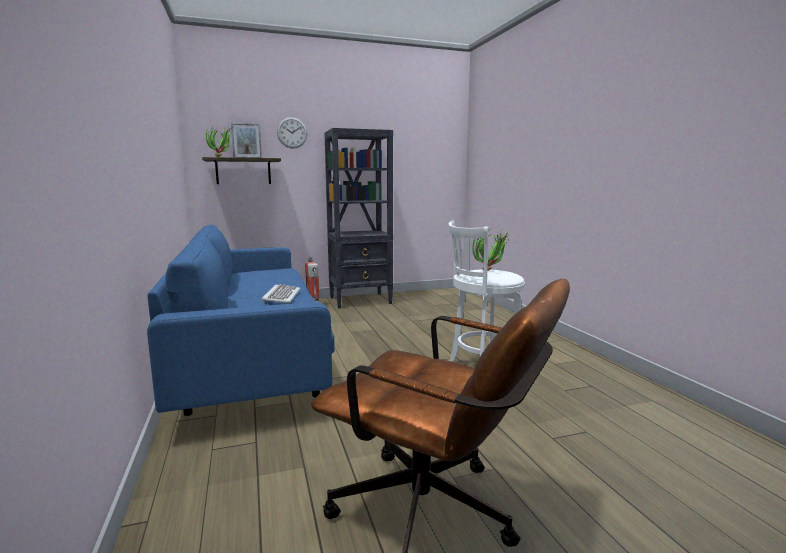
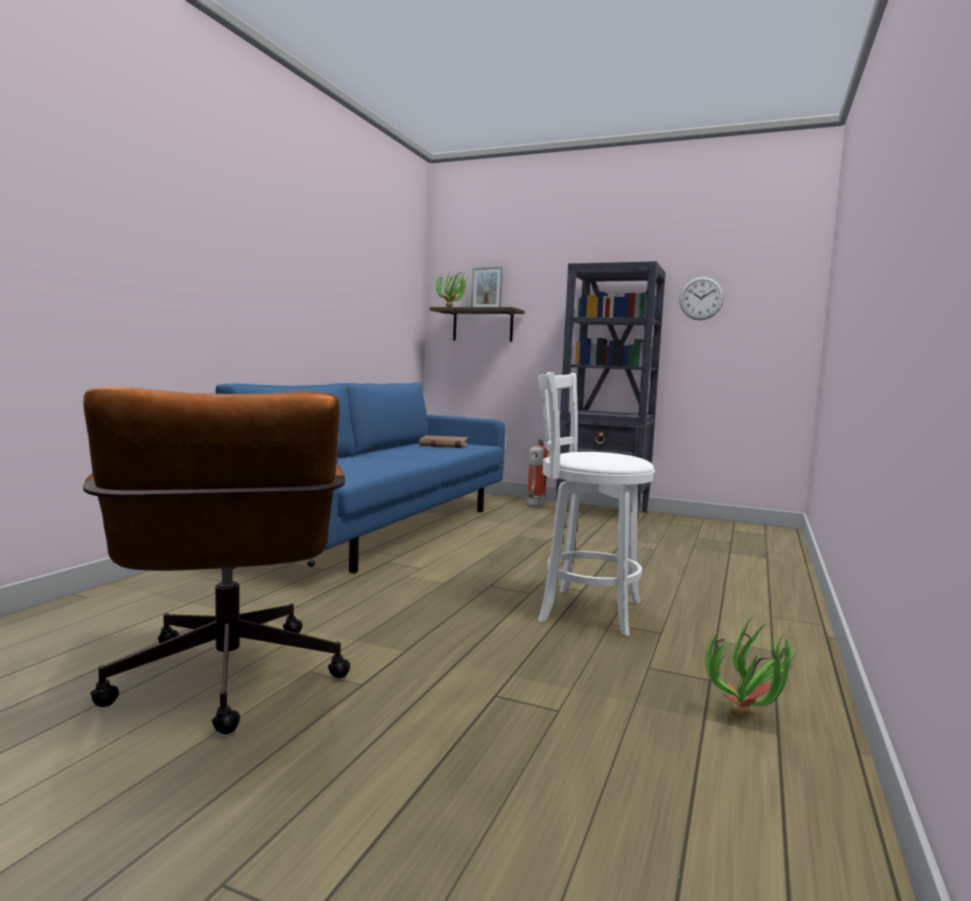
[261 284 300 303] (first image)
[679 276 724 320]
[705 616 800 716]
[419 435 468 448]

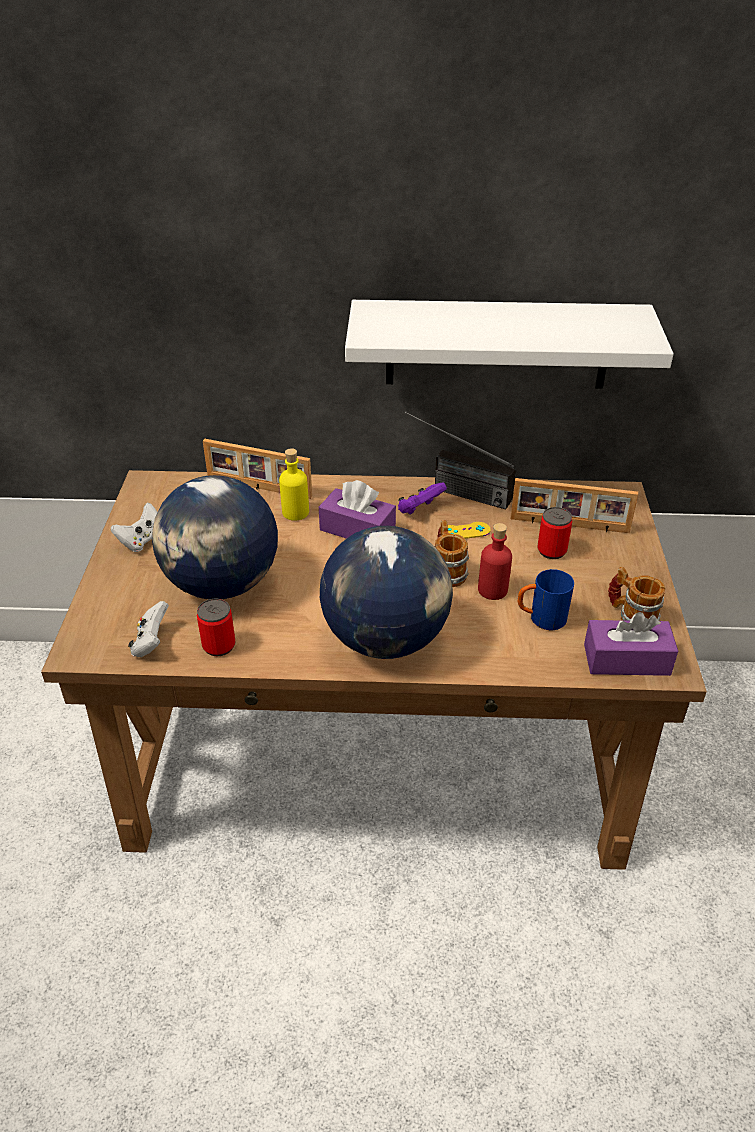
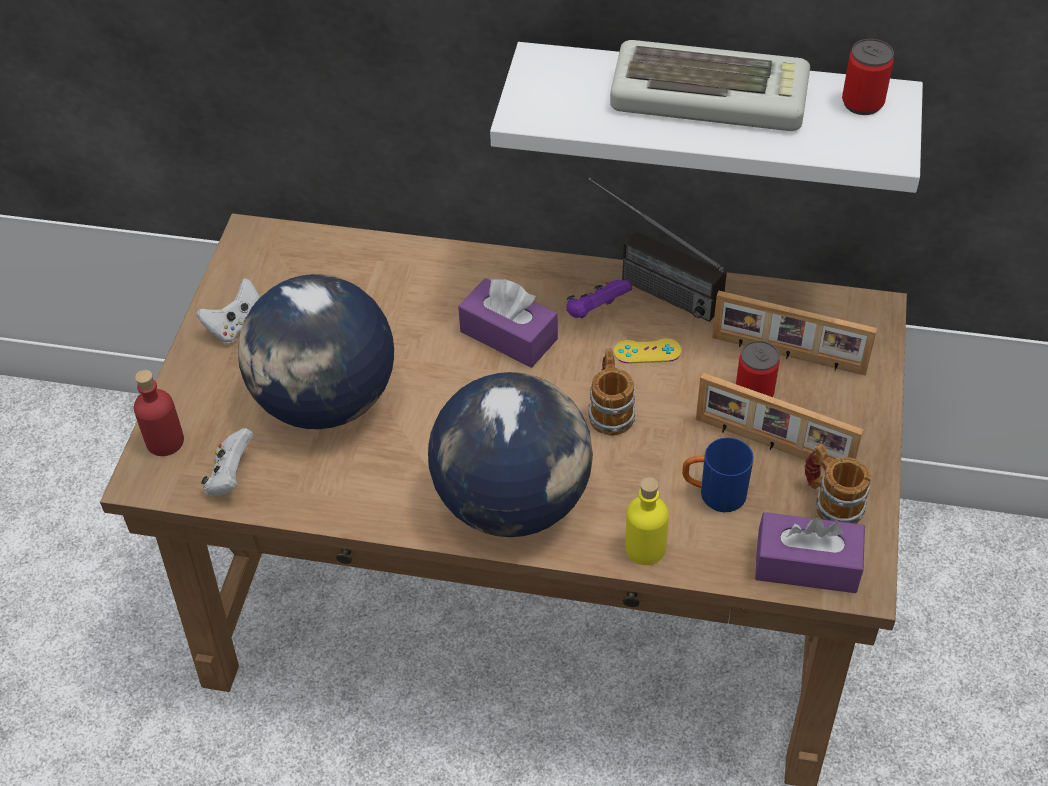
[842 39 894 115]
[696 373 864 460]
[625 477 669 565]
[134 370 184 456]
[610 40 810 131]

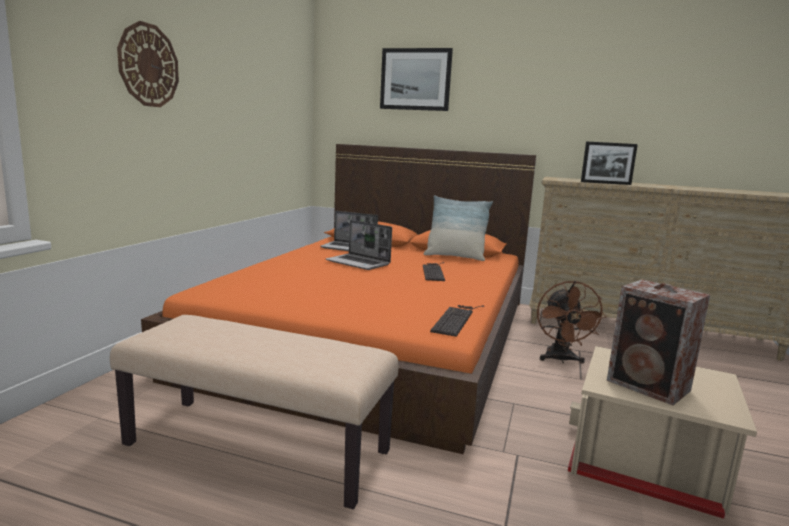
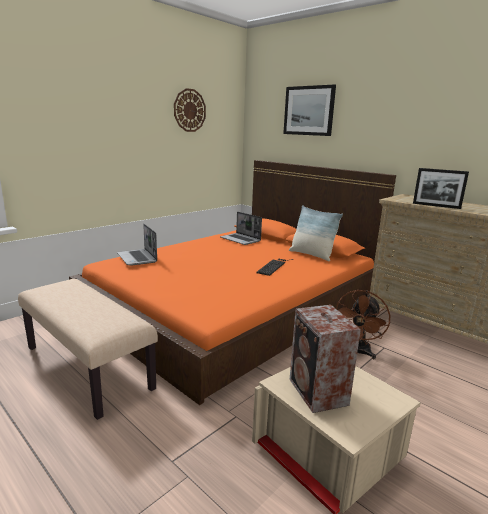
[174 88 206 132]
[117 224 157 266]
[430 305 484 337] (first image)

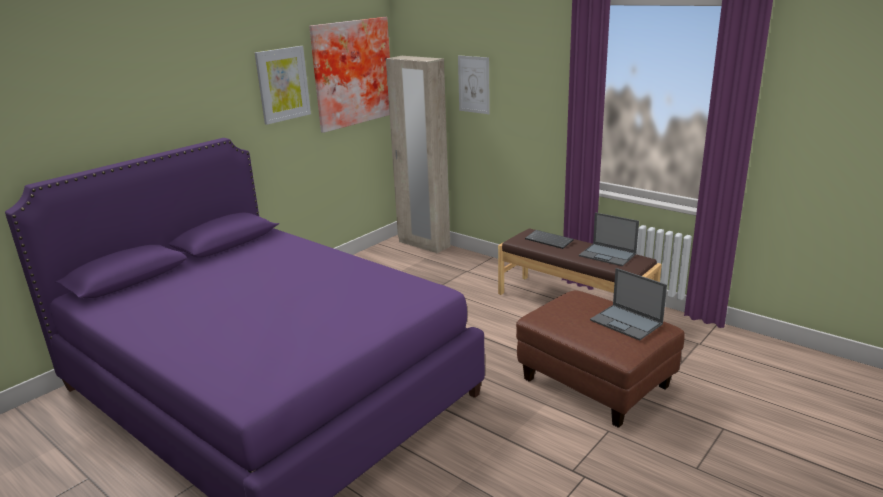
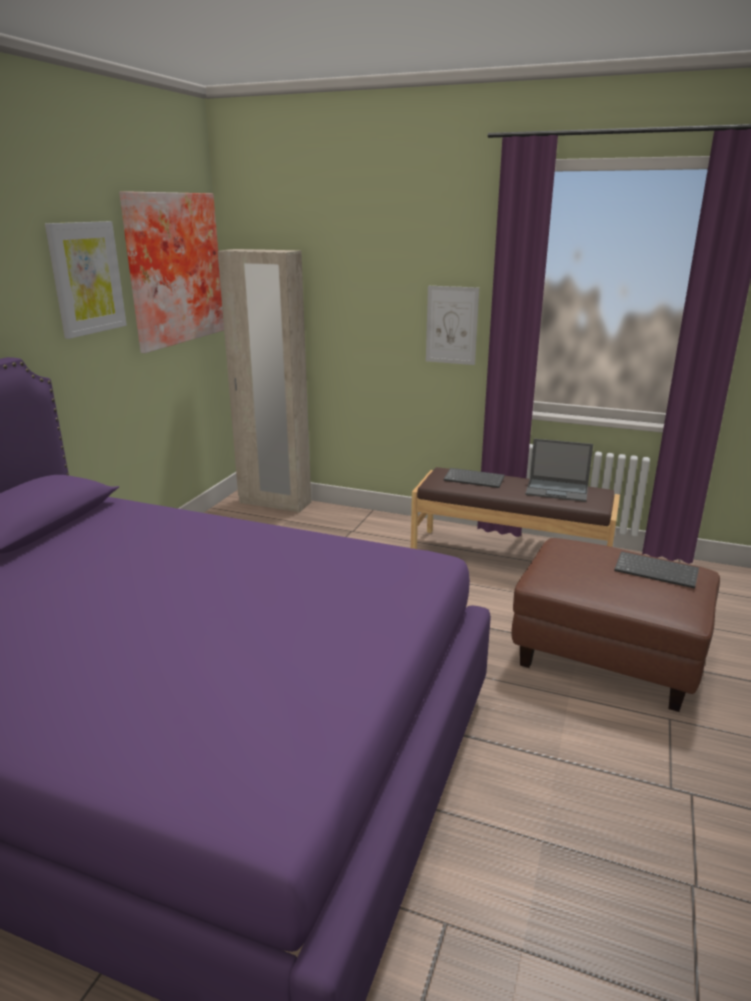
[426 286 479 365]
[614 551 699 589]

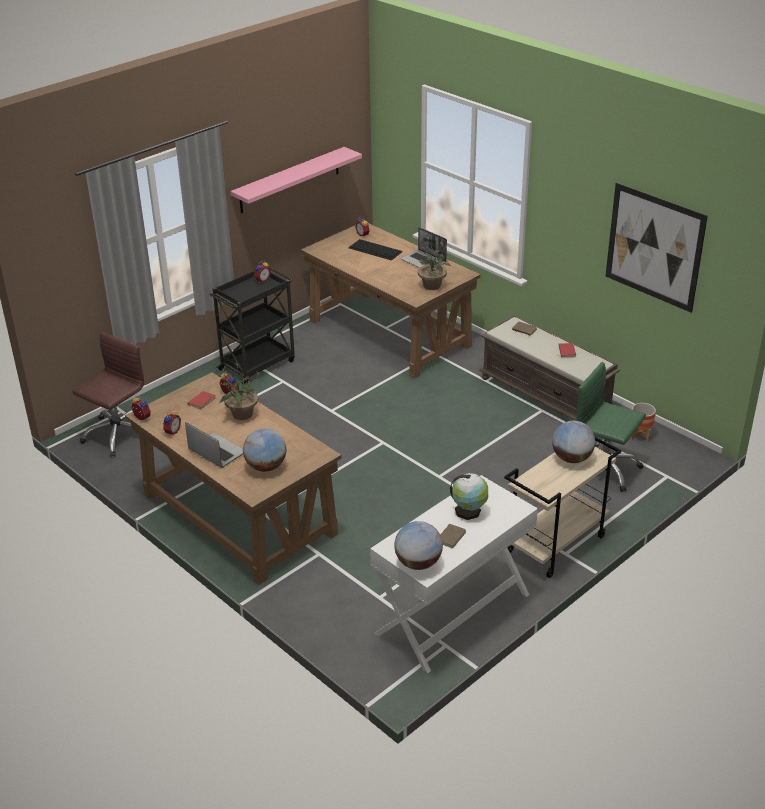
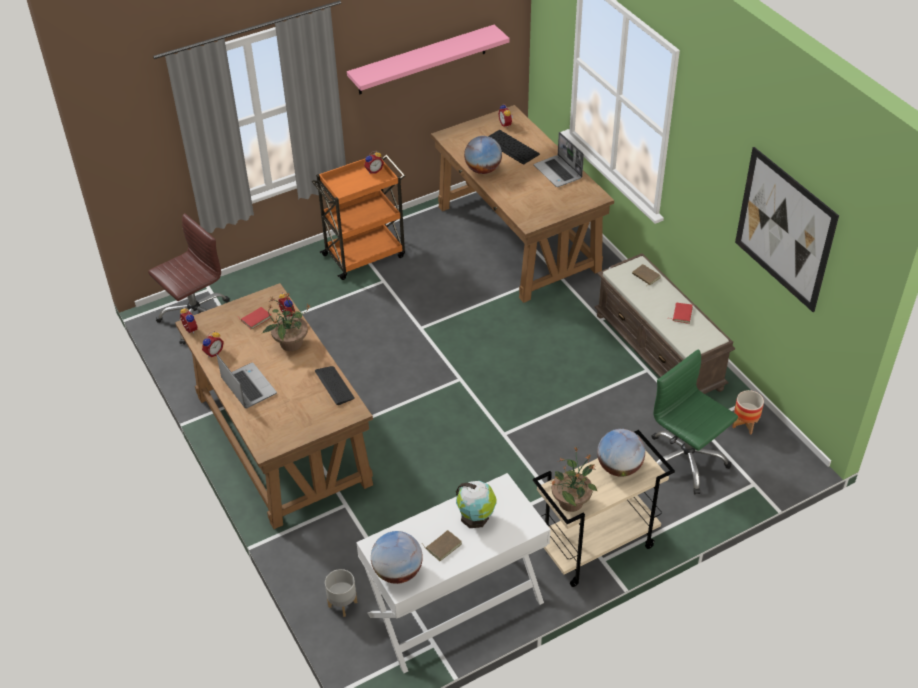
[312 155 405 280]
[464 136 502 174]
[551 446 597 512]
[315 366 355 405]
[325 569 357 617]

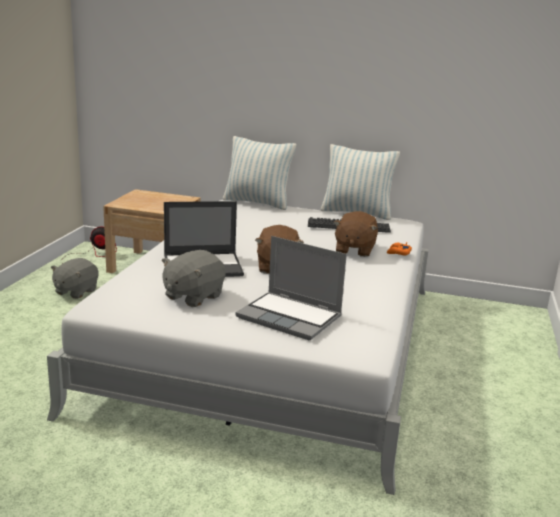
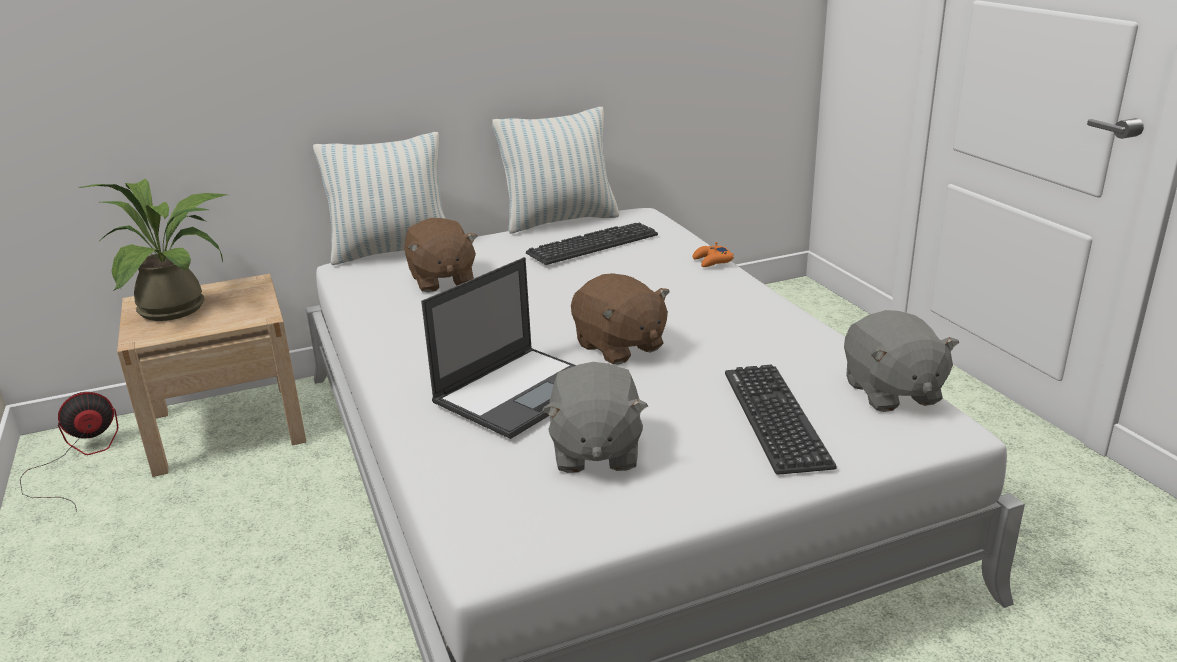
[844 310 959 412]
[725 365 837 475]
[404 218 478 292]
[78 179 227 321]

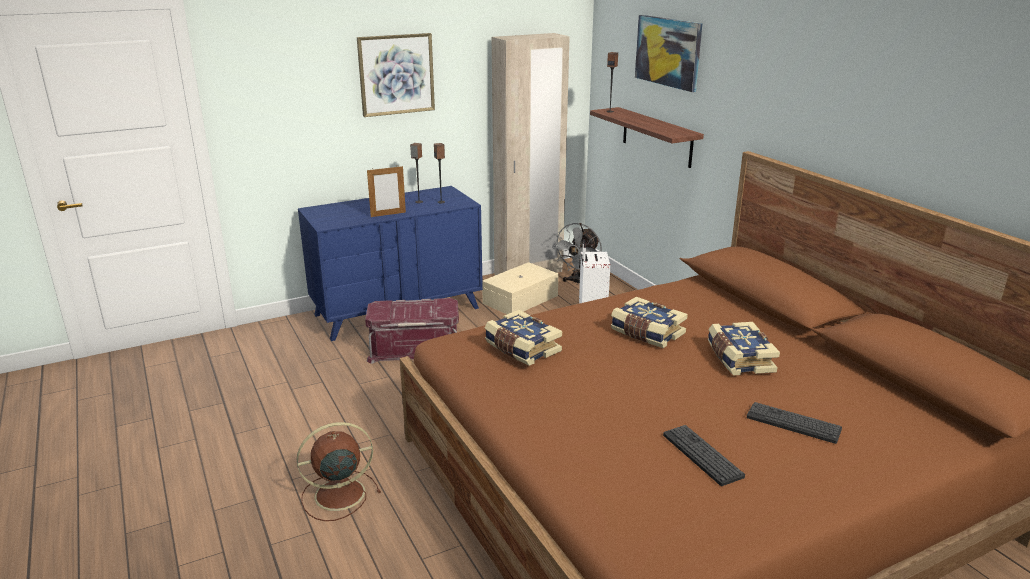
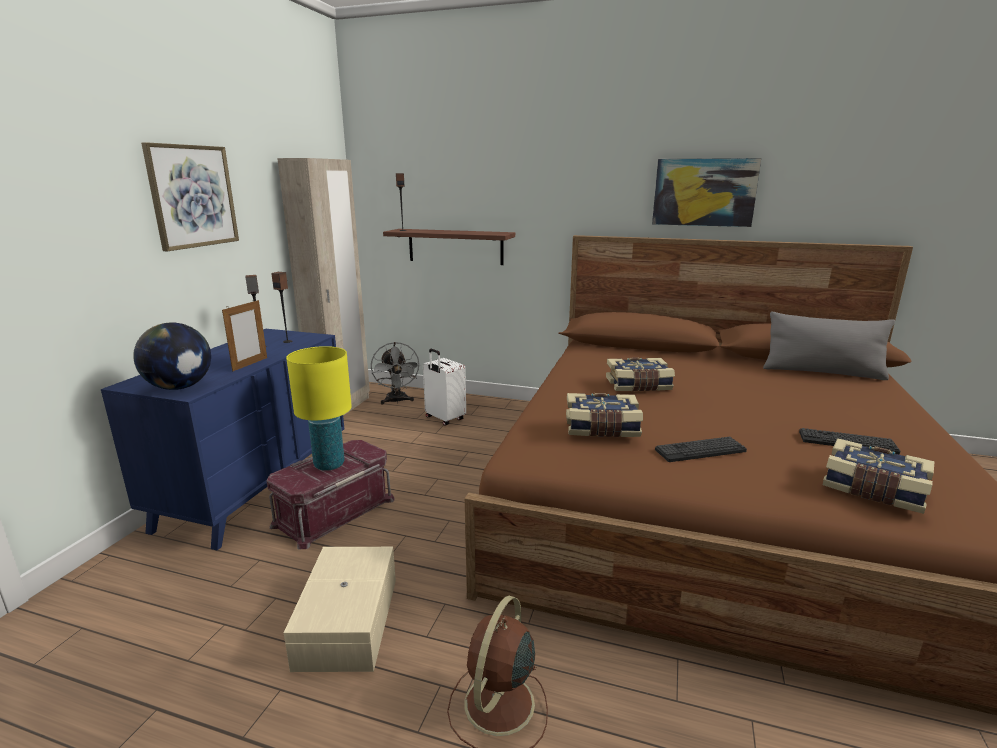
[284 547 396 672]
[652 158 761 227]
[823 438 934 514]
[655 437 747 462]
[133 322 211 390]
[286 346 352 471]
[763 311 895 380]

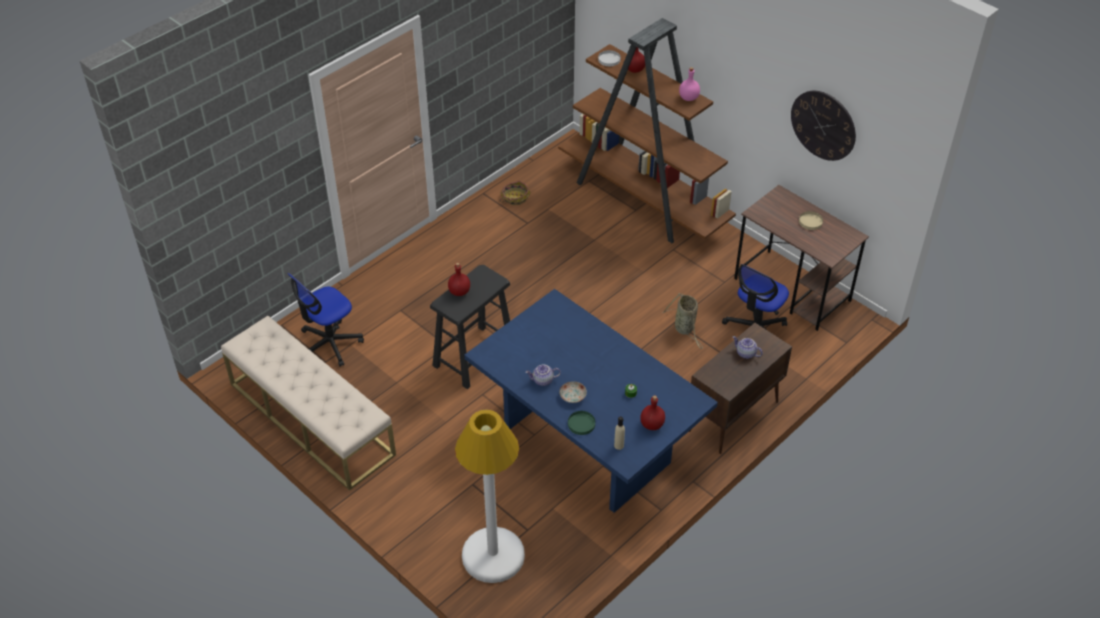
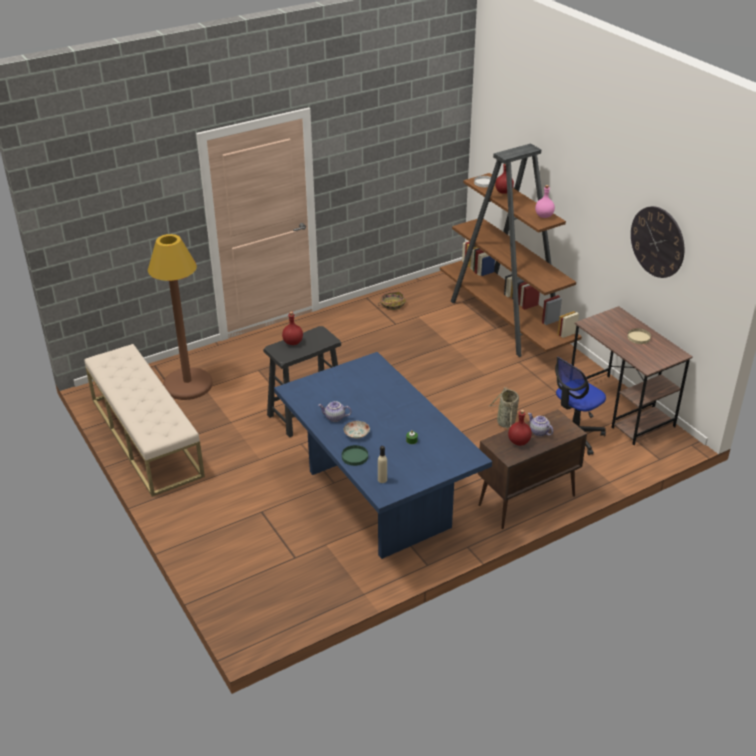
[148 234 213 400]
[455 410 525 583] (first image)
[508 409 532 446]

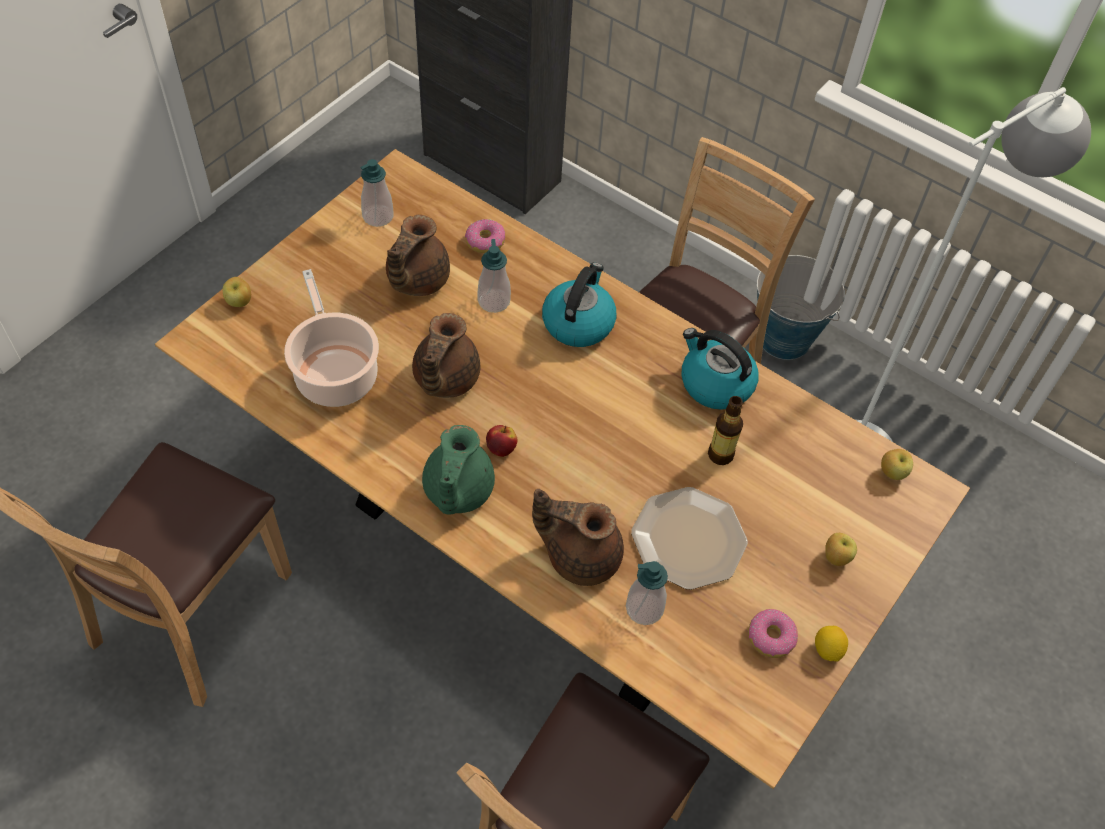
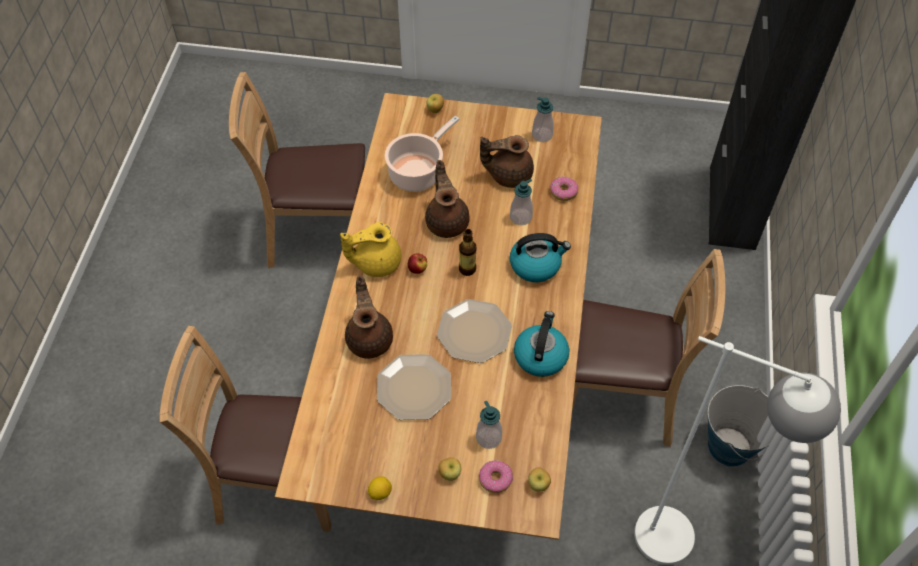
[425 160 469 238]
[340 222 401 277]
[476 401 502 449]
[459 229 477 276]
[479 460 513 493]
[437 299 512 363]

